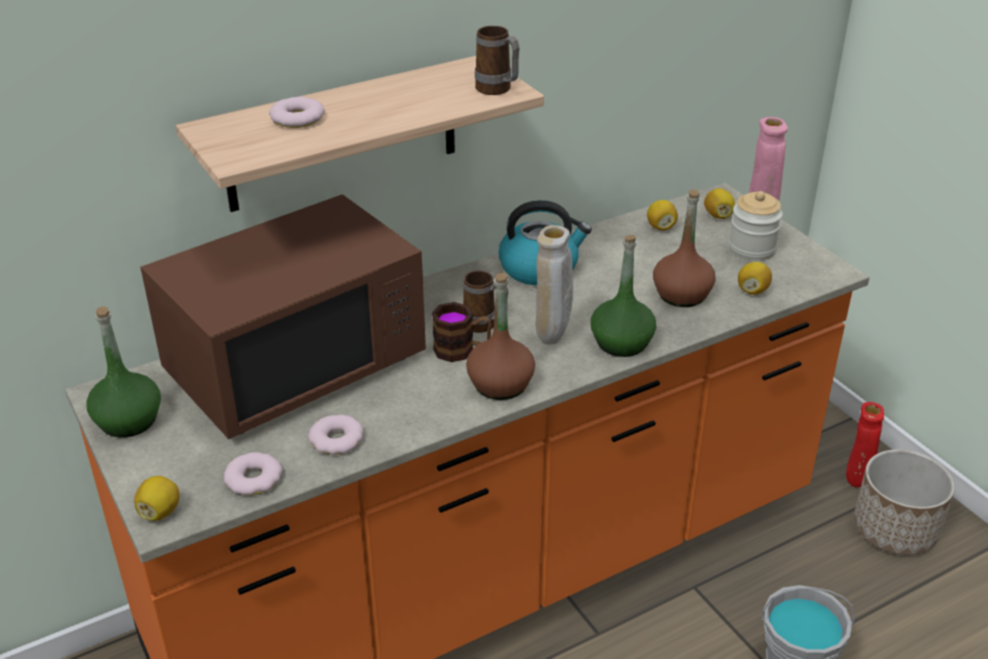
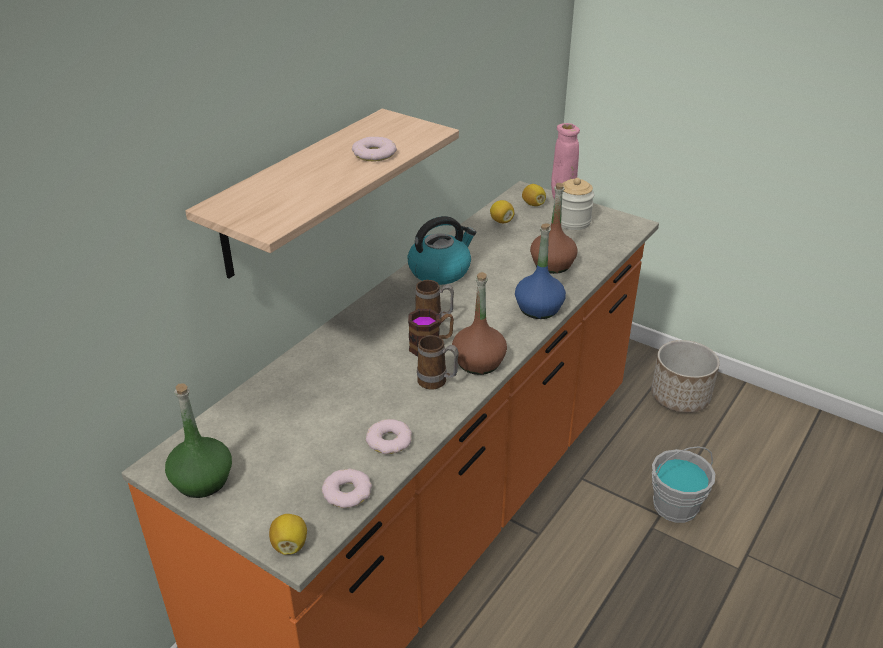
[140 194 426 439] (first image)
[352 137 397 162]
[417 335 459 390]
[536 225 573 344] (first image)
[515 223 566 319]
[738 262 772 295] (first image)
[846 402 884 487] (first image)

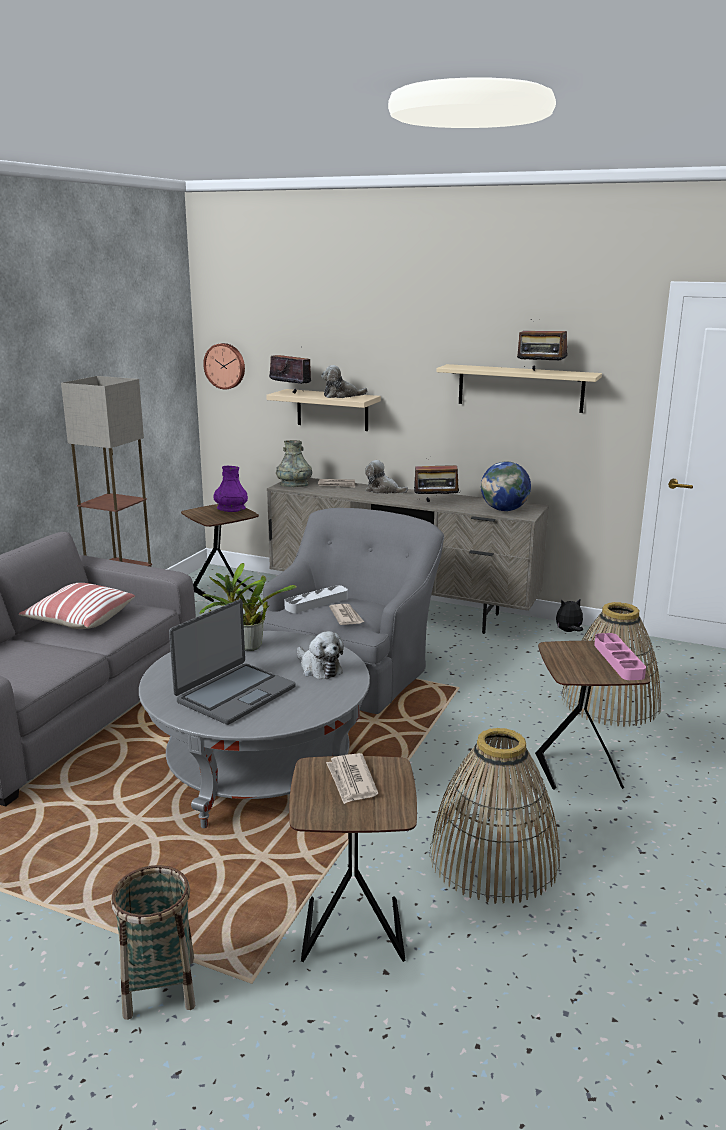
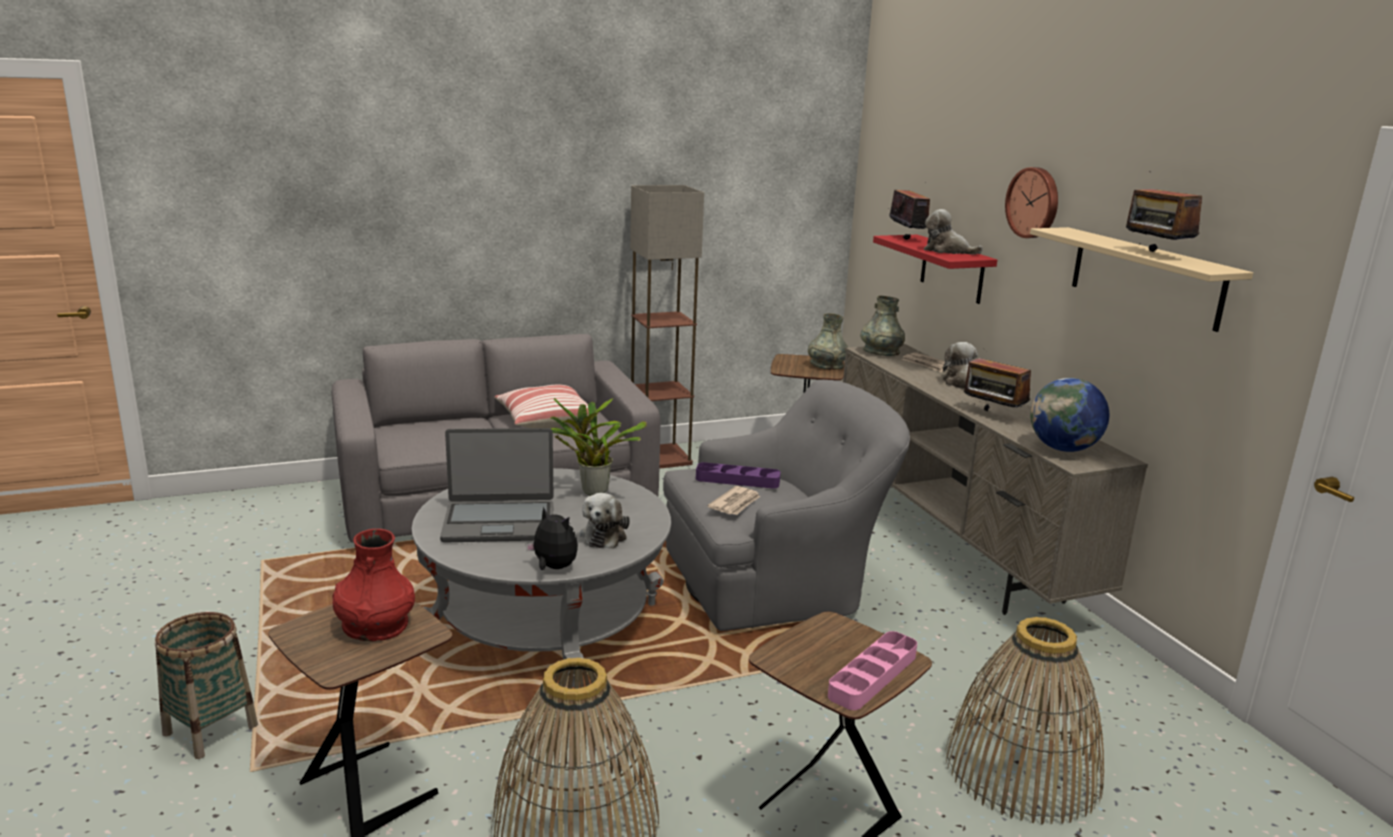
[1005 167 1058 238]
[808 313 848 370]
[873 235 997 304]
[696 462 781 489]
[332 529 415 641]
[526 507 578 570]

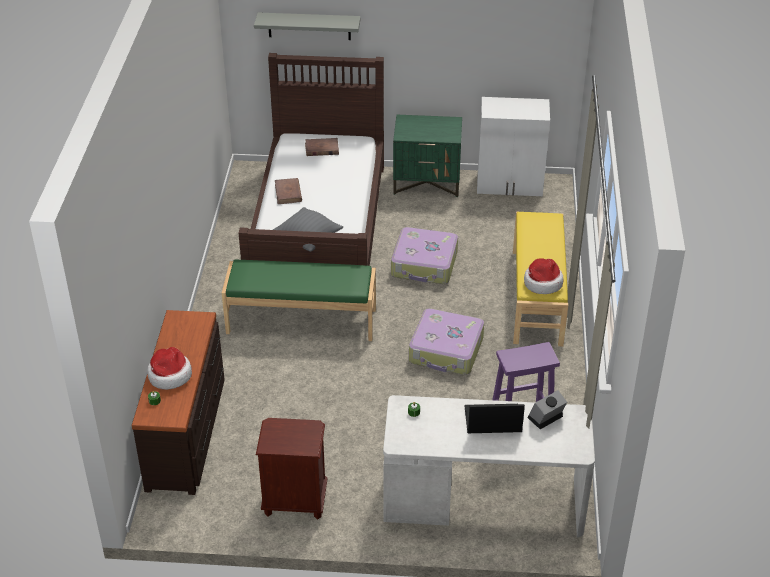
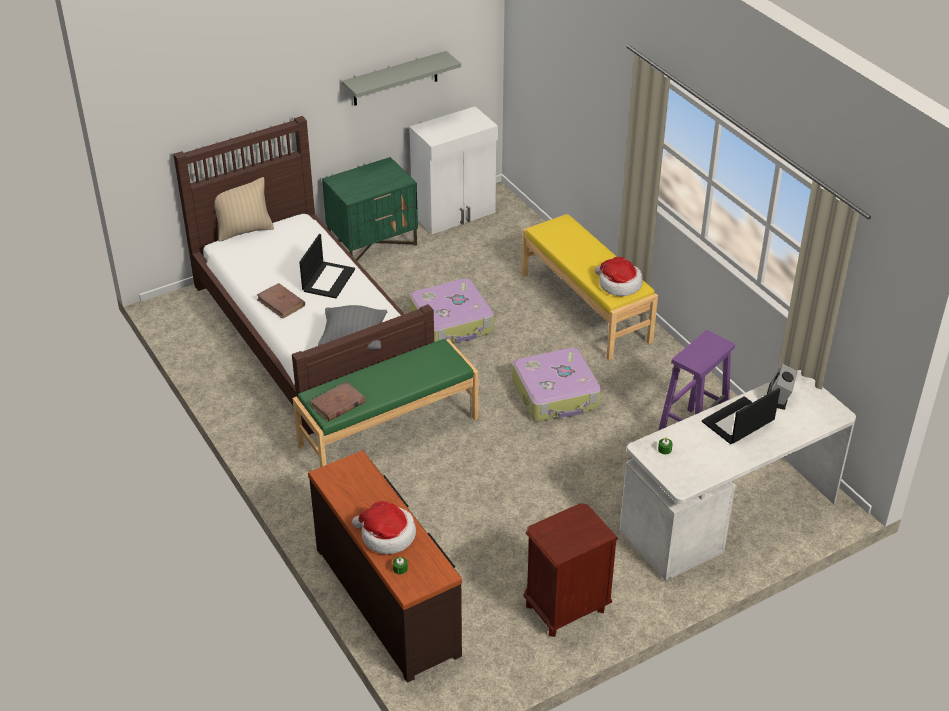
[342 51 461 106]
[310 381 366 422]
[215 177 274 242]
[299 234 355 298]

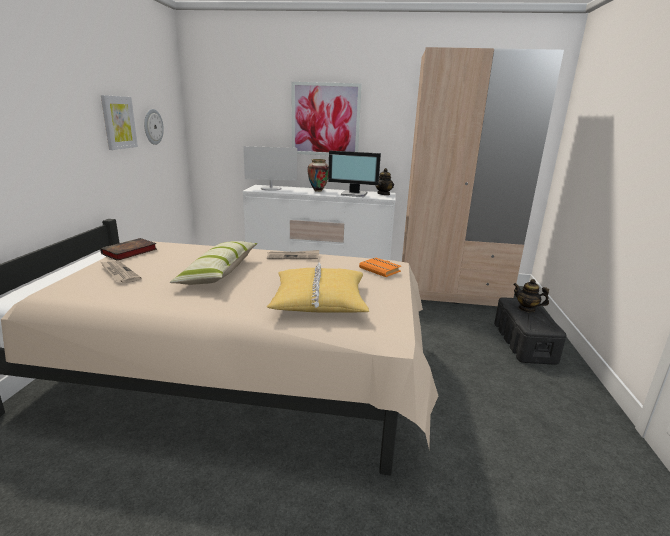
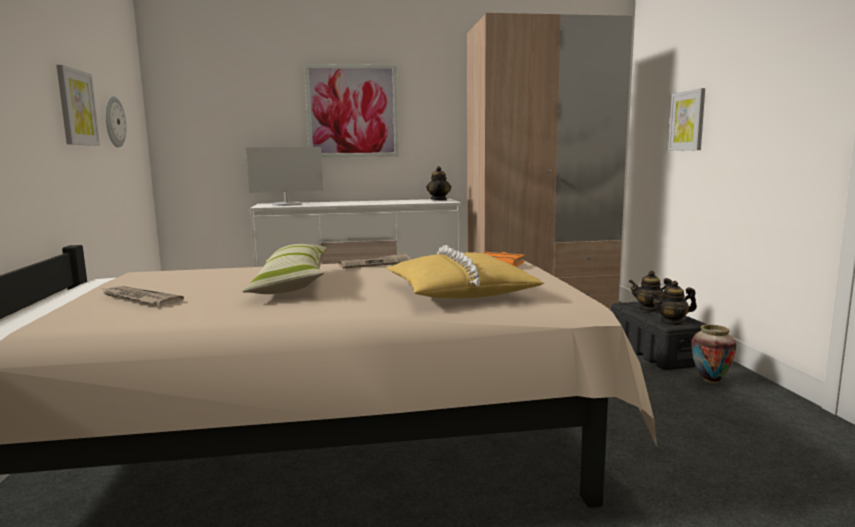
[100 238 157 261] (first image)
[691 324 736 384]
[328 150 381 197] (first image)
[651 281 697 326]
[668 88 705 151]

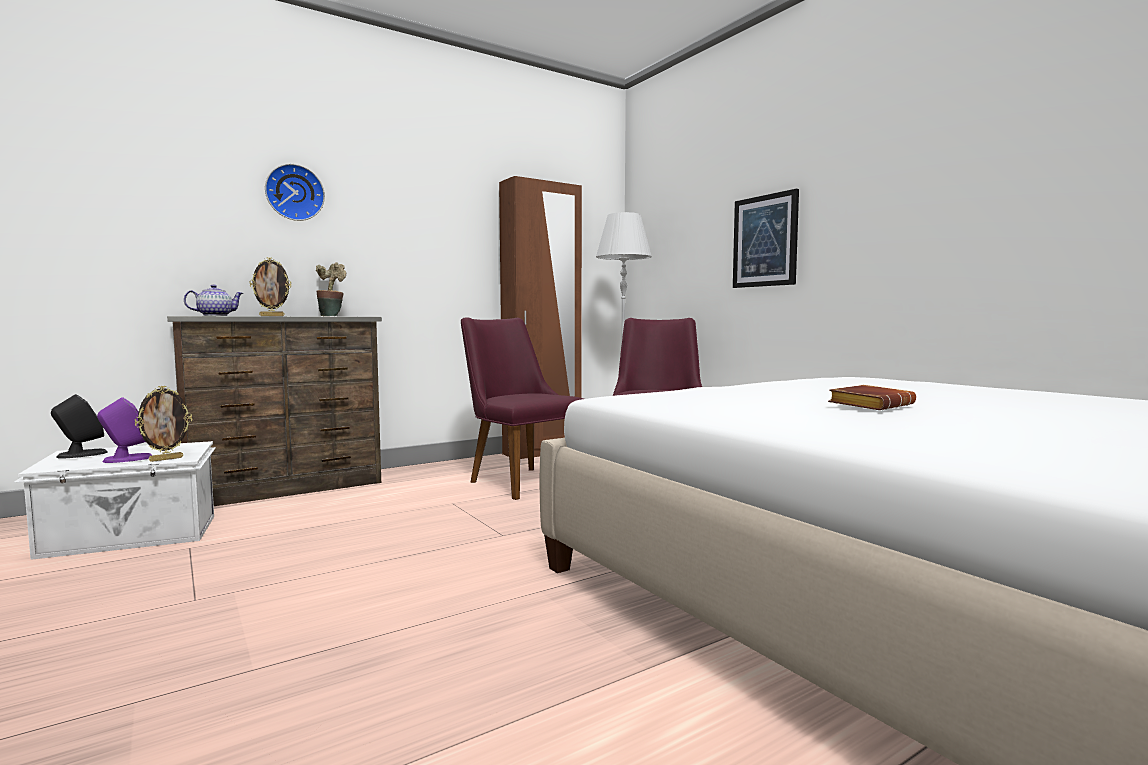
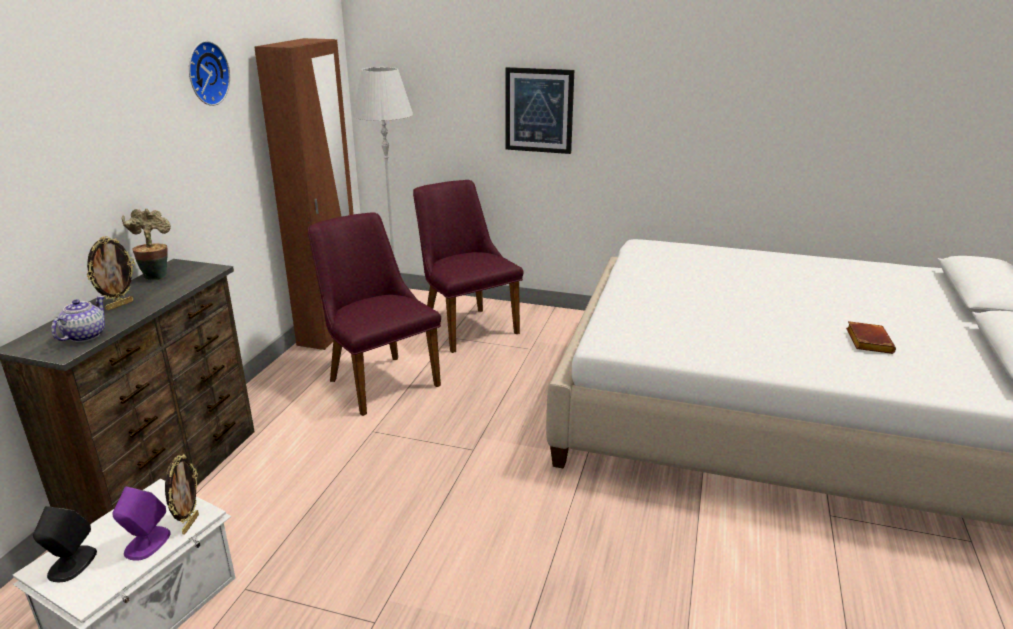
[189 41 230 106]
[308 212 441 416]
[846 321 896 354]

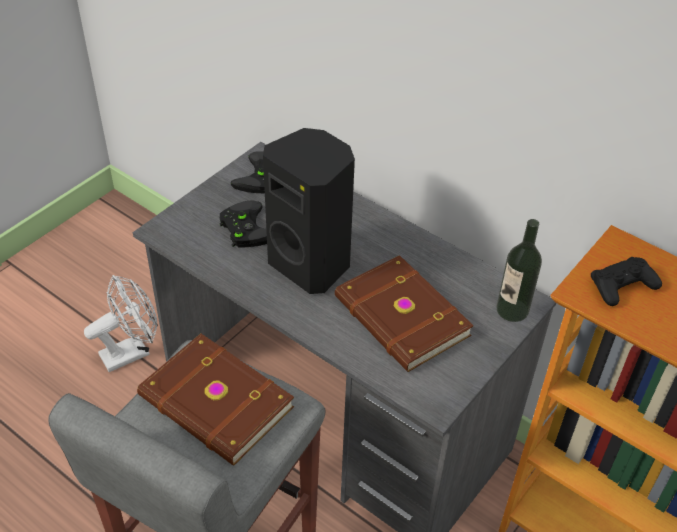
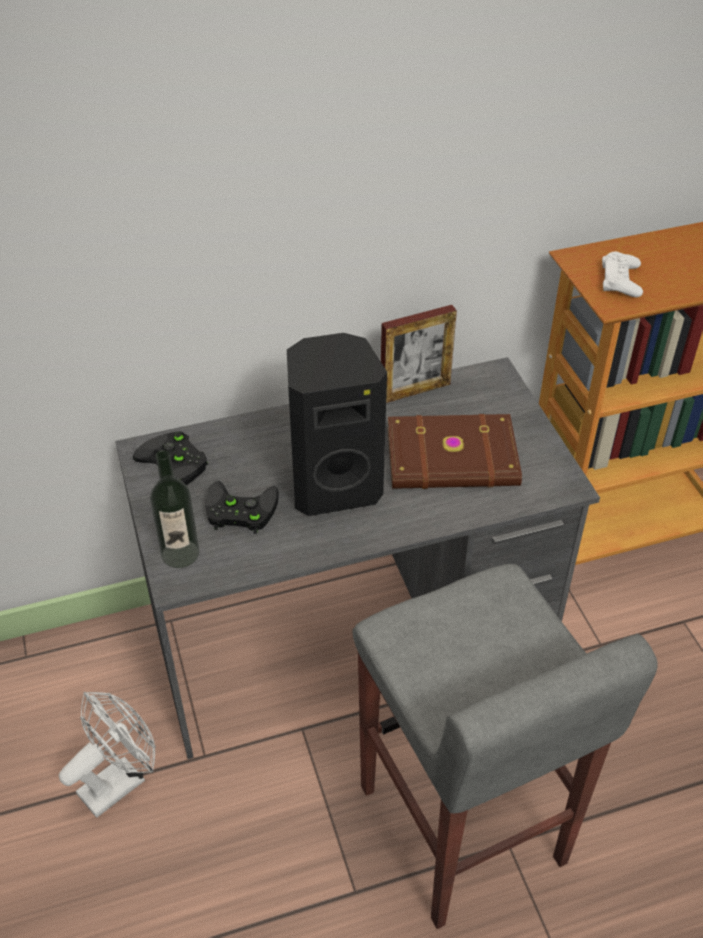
[59 692 156 818]
[137 334 294 466] (first image)
[150 450 199 568]
[602 252 643 297]
[381 305 457 403]

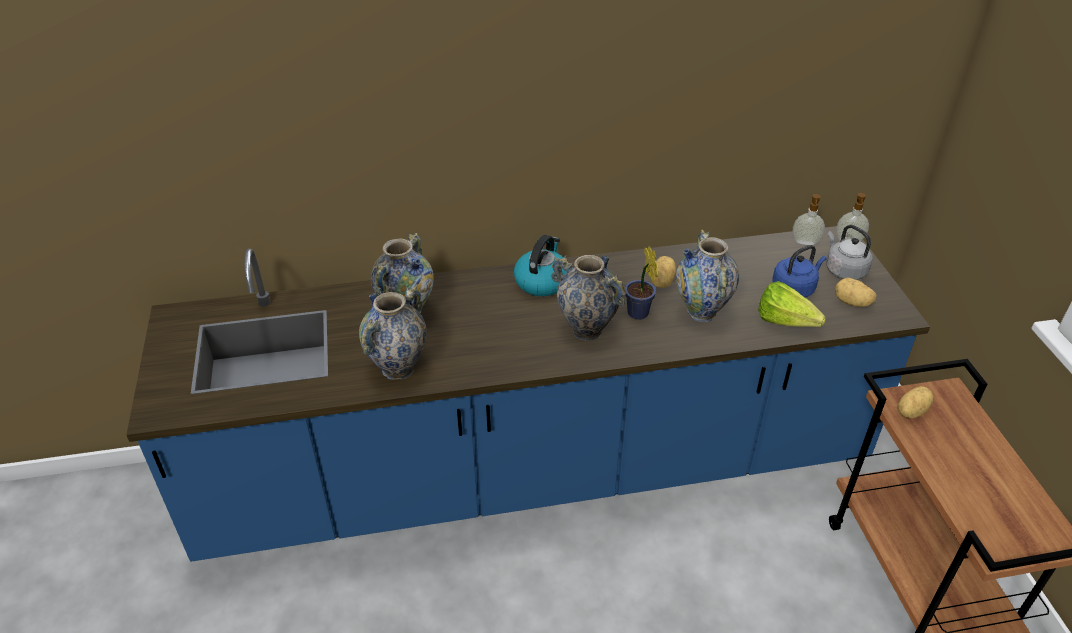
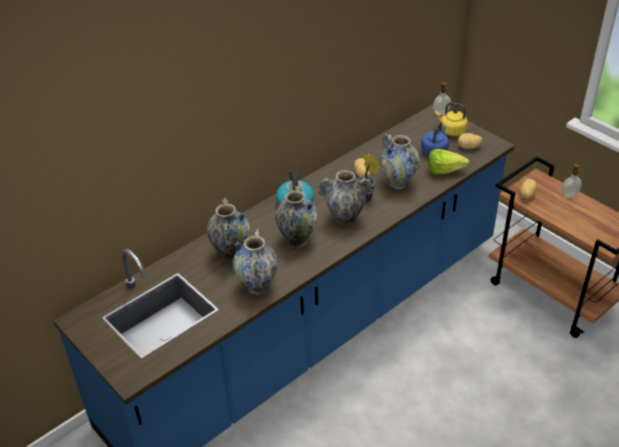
[562 164 582 198]
[435 102 468 136]
[275 185 318 248]

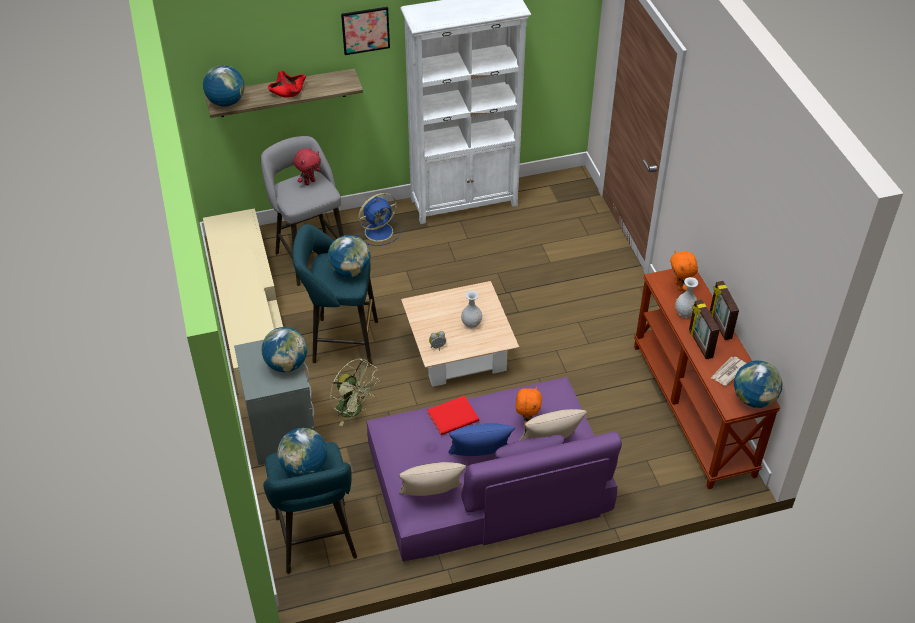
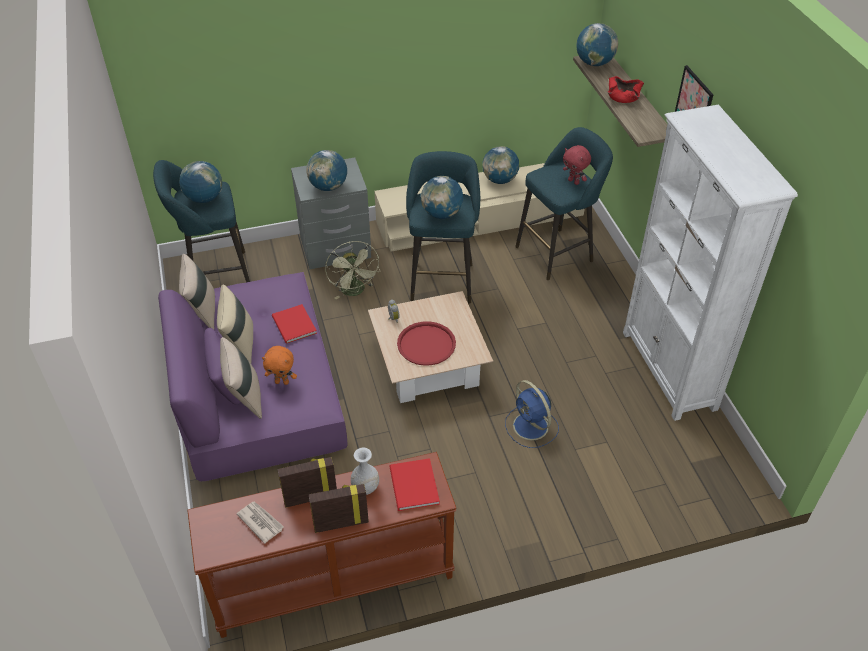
[515 127 613 280]
[325 241 380 299]
[505 380 559 448]
[217 285 253 363]
[397 321 456 366]
[389 458 440 511]
[482 146 519 184]

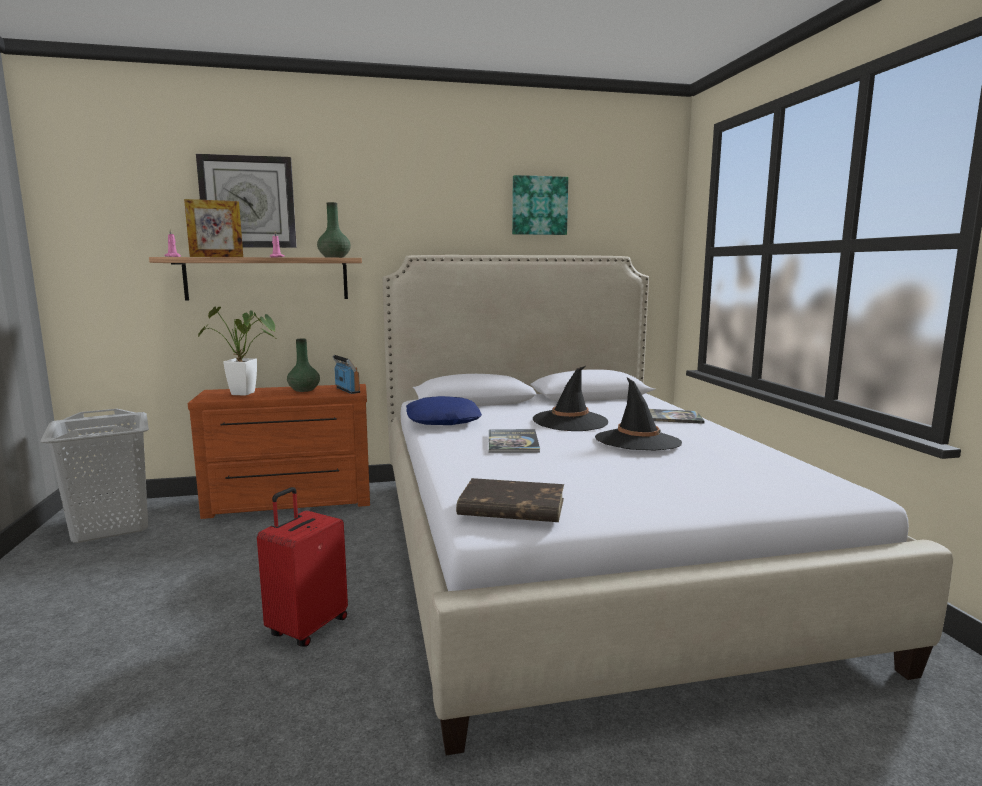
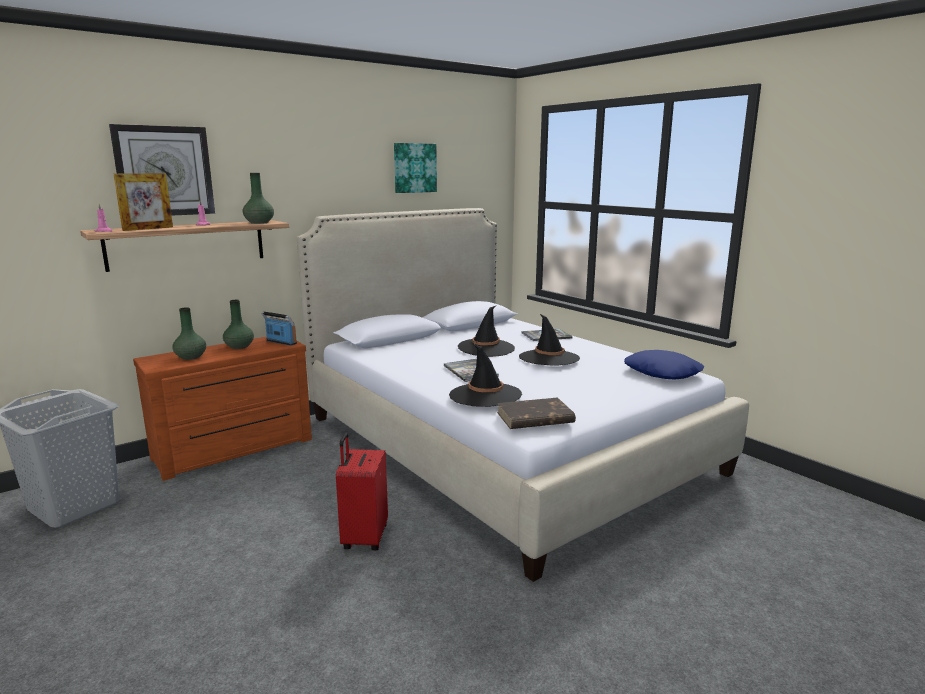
[173 307 206 360]
[624 350 705 380]
[449 344 522 407]

